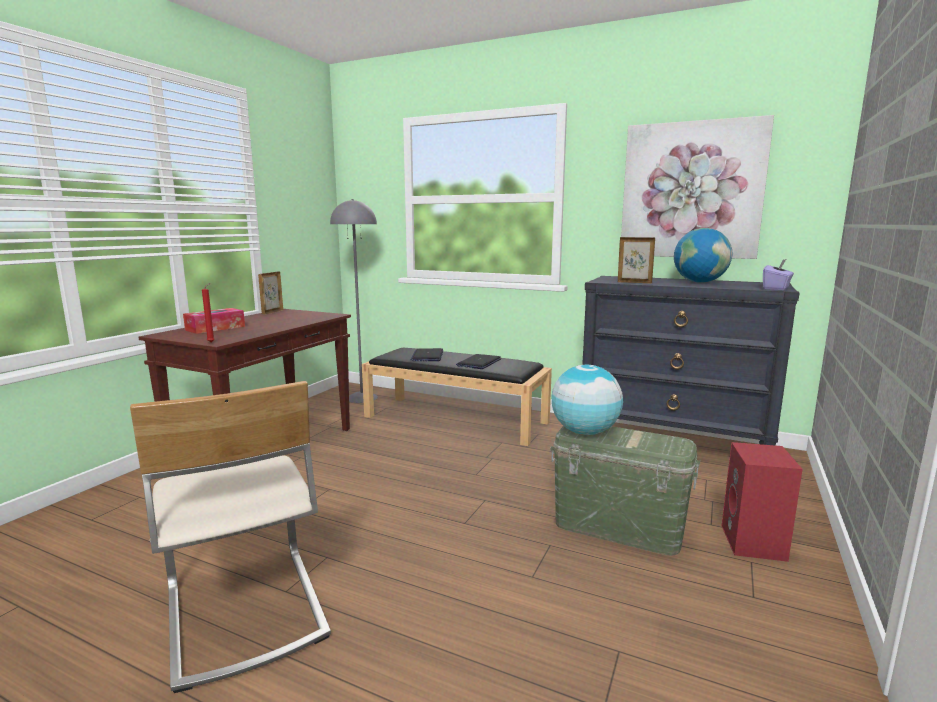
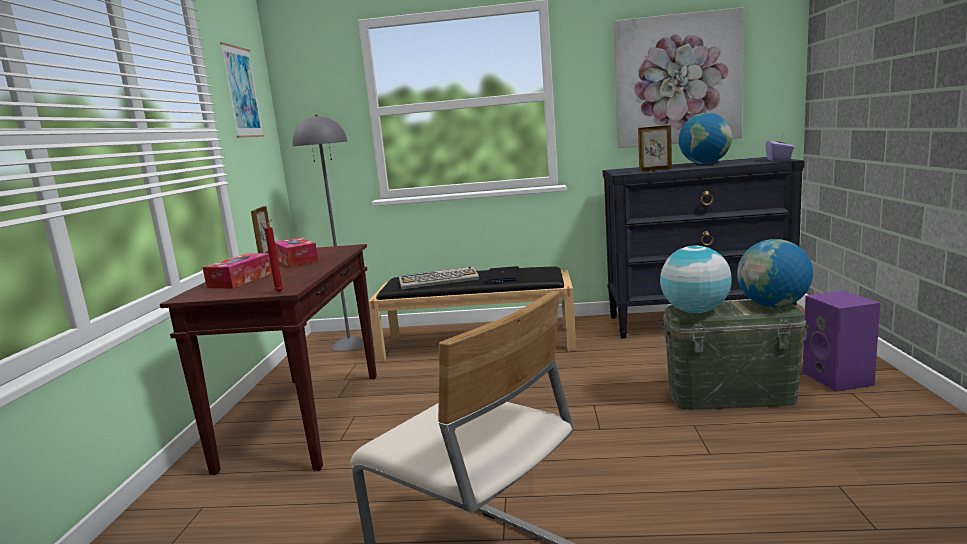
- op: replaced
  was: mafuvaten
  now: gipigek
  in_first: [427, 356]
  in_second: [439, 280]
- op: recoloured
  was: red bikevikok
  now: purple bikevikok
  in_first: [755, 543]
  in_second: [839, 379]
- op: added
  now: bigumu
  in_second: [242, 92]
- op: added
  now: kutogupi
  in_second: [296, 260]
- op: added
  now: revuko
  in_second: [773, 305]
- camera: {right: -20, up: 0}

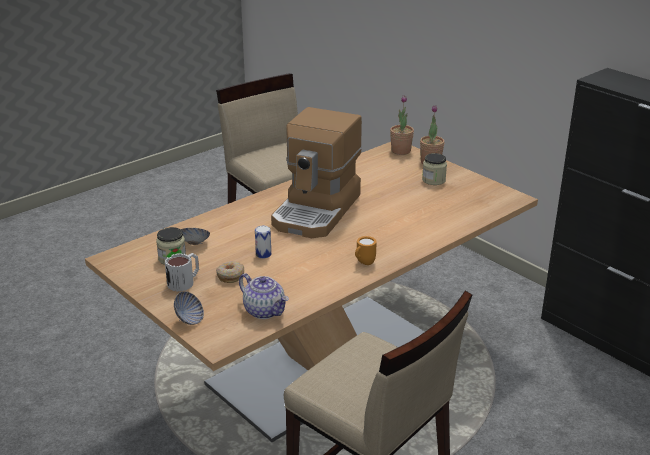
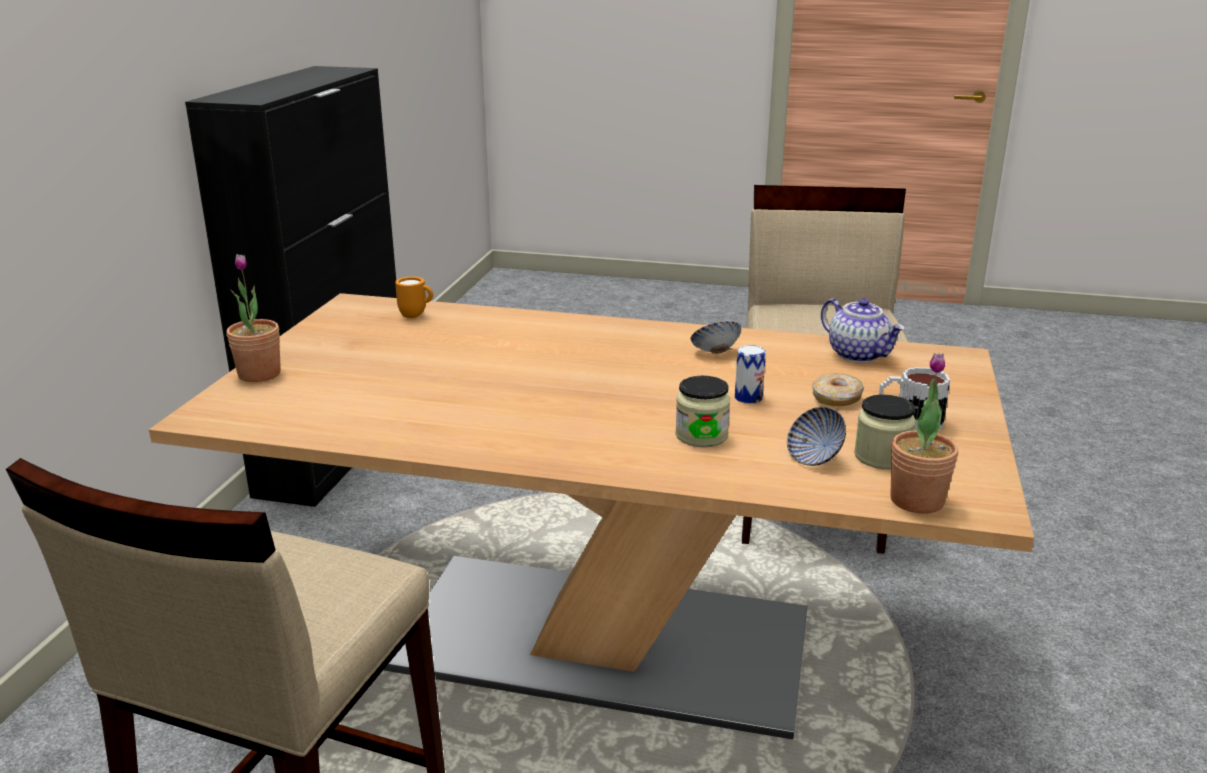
- op: moved
  was: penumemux
  in_first: [189, 319]
  in_second: [715, 353]
- op: turned
  was: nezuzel
  in_first: [265, 311]
  in_second: [859, 354]
  clockwise: 135
- op: removed
  was: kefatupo
  in_first: [317, 211]
- op: moved
  was: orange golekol
  in_first: [364, 263]
  in_second: [416, 315]
- op: moved
  was: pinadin
  in_first: [401, 151]
  in_second: [917, 500]
- op: moved
  was: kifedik
  in_first: [433, 180]
  in_second: [701, 435]
- camera: {right: -125, up: -5}

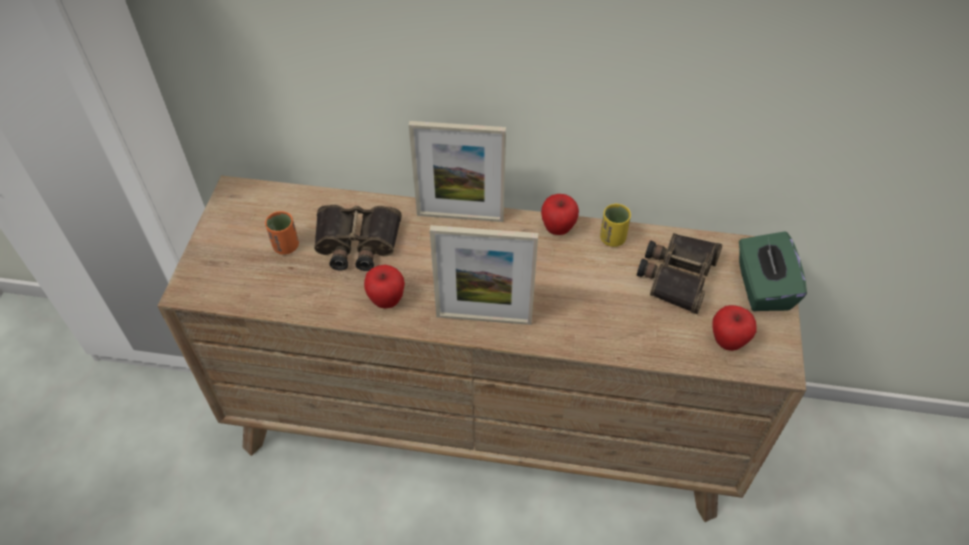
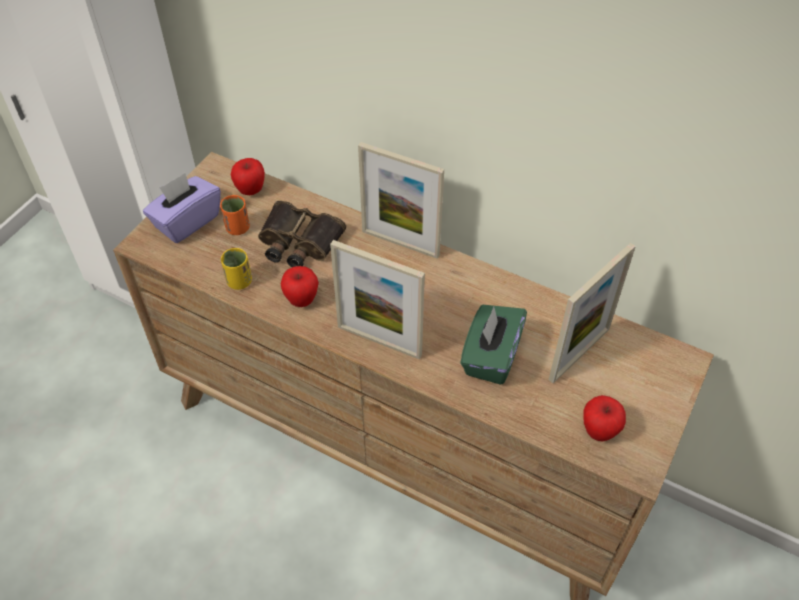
- op: moved
  was: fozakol
  in_first: [558, 228]
  in_second: [250, 190]
- op: moved
  was: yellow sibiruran
  in_first: [612, 238]
  in_second: [239, 281]
- op: replaced
  was: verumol
  now: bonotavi
  in_first: [676, 274]
  in_second: [579, 354]
- op: moved
  was: green kutogupi
  in_first: [762, 287]
  in_second: [490, 356]
- op: added
  now: purple kutogupi
  in_second: [187, 221]
- camera: {right: 20, up: 0}

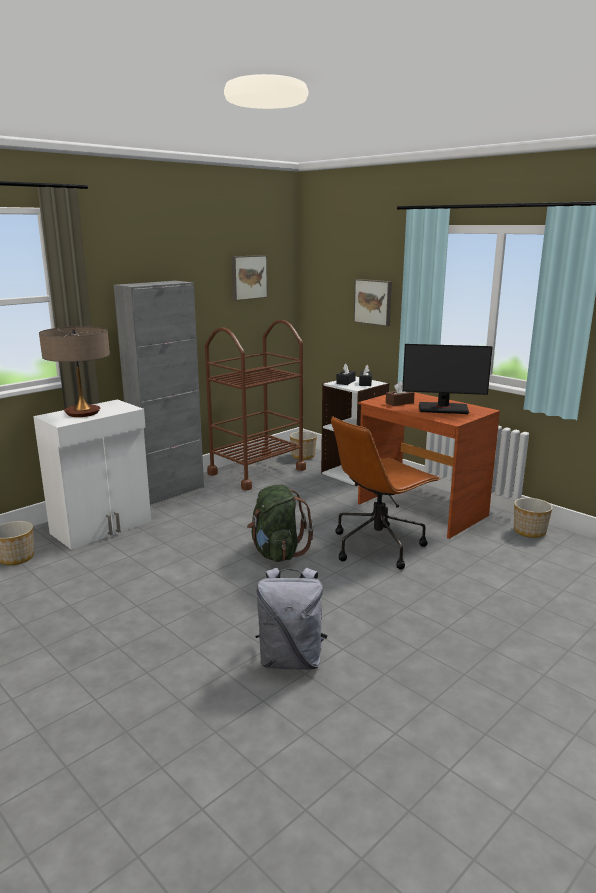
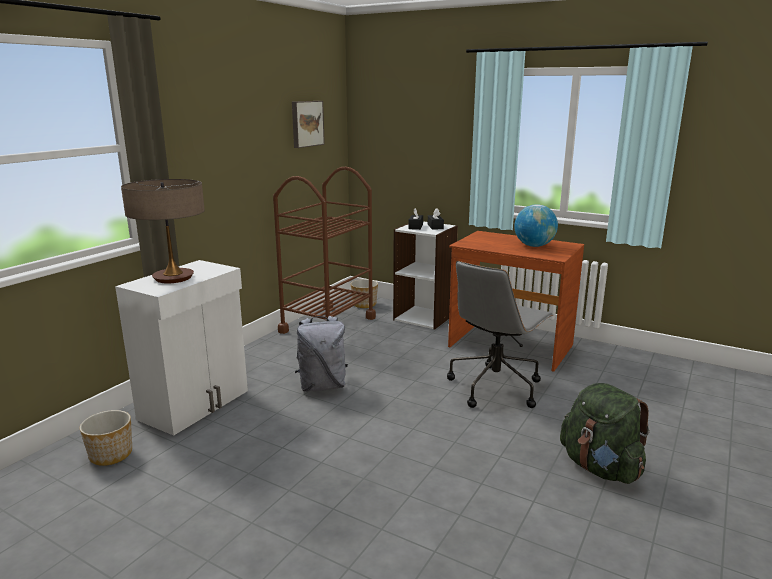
- op: removed
  was: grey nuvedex
  in_first: [169, 492]
- op: moved
  was: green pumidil
  in_first: [277, 553]
  in_second: [600, 467]
- op: moved
  was: grey pumidil
  in_first: [291, 659]
  in_second: [322, 386]
- op: recoloured
  was: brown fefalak
  now: grey fefalak
  in_first: [378, 545]
  in_second: [495, 387]
- op: removed
  was: bigumu
  in_first: [373, 302]
- op: removed
  was: brown kutogupi
  in_first: [399, 403]
- op: replaced
  was: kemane
  now: revuko
  in_first: [443, 408]
  in_second: [534, 246]
- op: removed
  was: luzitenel
  in_first: [530, 531]
- camera: {right: -15, up: 0}

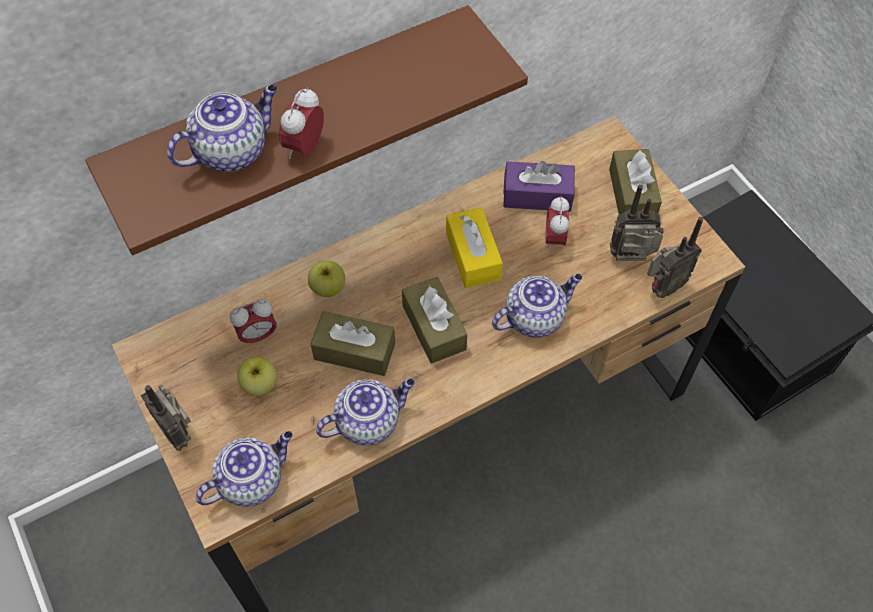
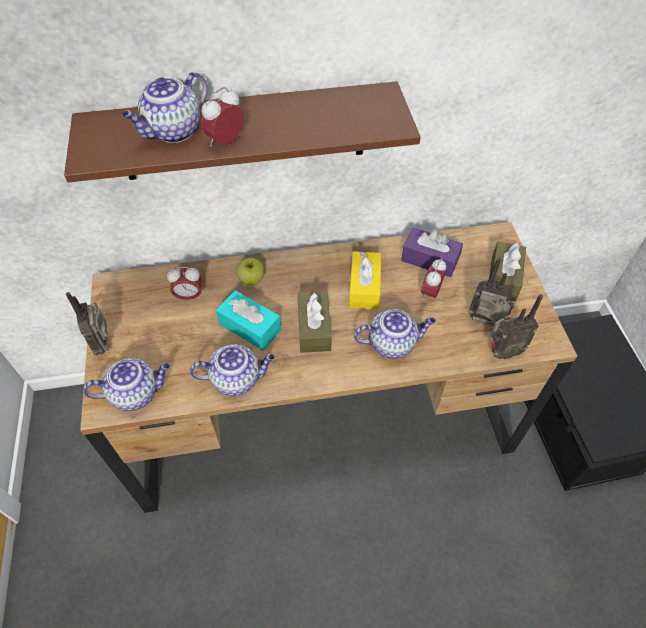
- op: turned
  was: nezuzel
  in_first: [232, 150]
  in_second: [173, 132]
  clockwise: 150
- op: removed
  was: fozakol
  in_first: [260, 385]
- op: recoloured
  was: brown kutogupi
  now: turquoise kutogupi
  in_first: [354, 351]
  in_second: [250, 327]
- camera: {right: 20, up: -5}

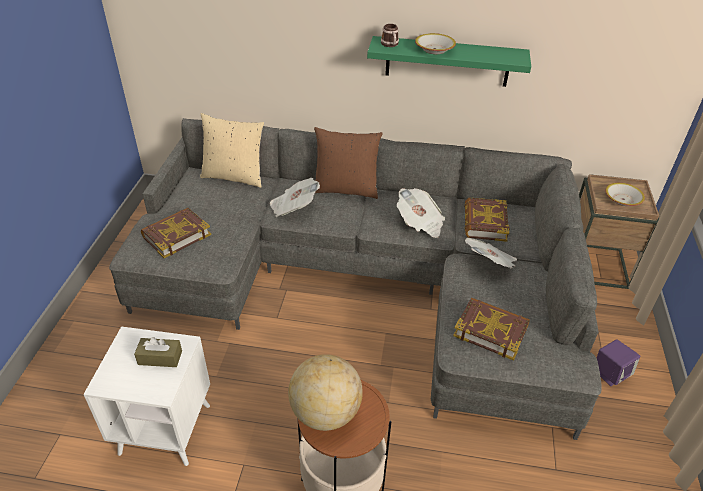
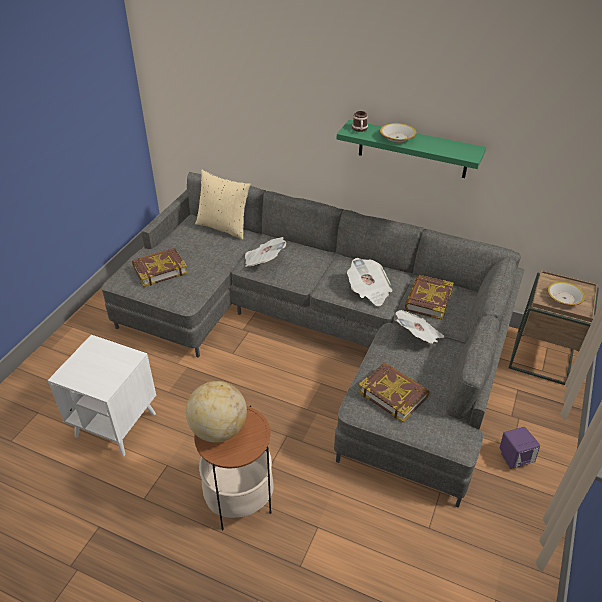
- op: removed
  was: brown kutogupi
  in_first: [160, 358]
- op: removed
  was: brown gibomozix
  in_first: [346, 189]
- camera: {right: 15, up: 0}

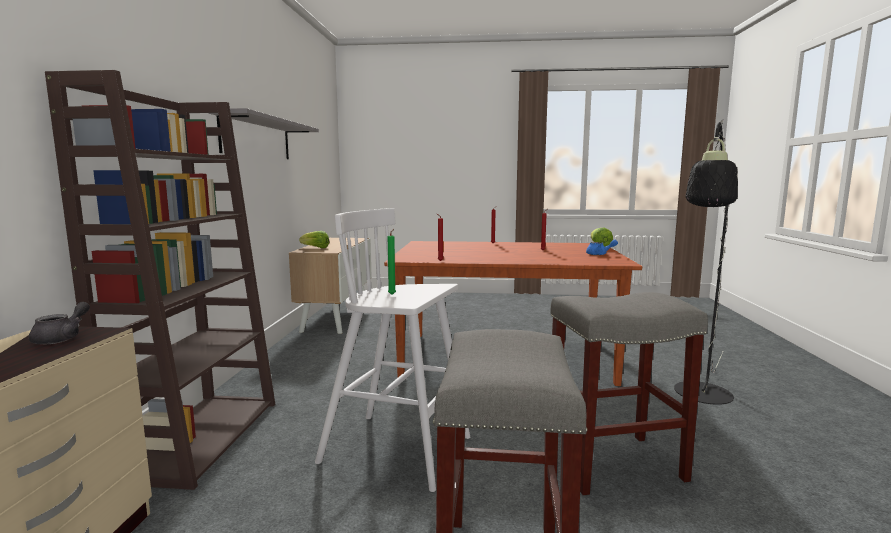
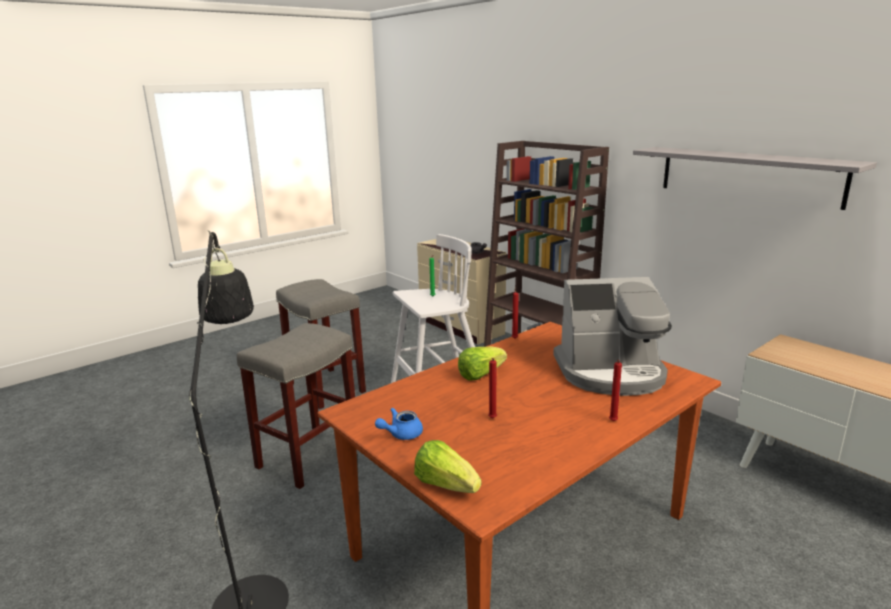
- op: moved
  was: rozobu
  in_first: [316, 248]
  in_second: [480, 375]
- op: added
  now: kefatupo
  in_second: [611, 373]
- camera: {right: 135, up: 10}

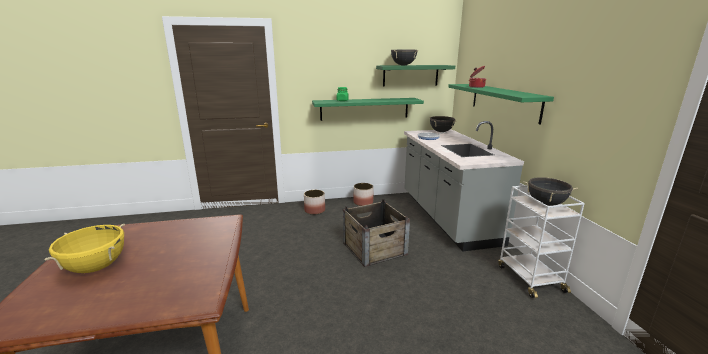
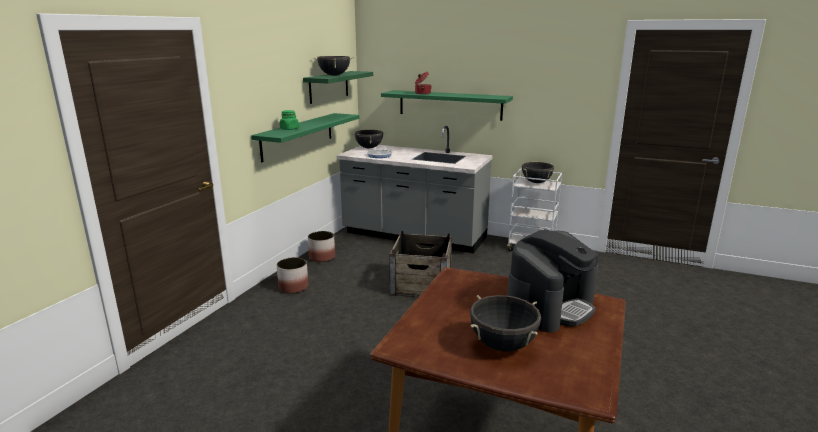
- op: recoloured
  was: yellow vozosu
  now: black vozosu
  in_first: [96, 267]
  in_second: [502, 345]
- op: added
  now: kefatupo
  in_second: [550, 306]
- camera: {right: -55, up: 0}

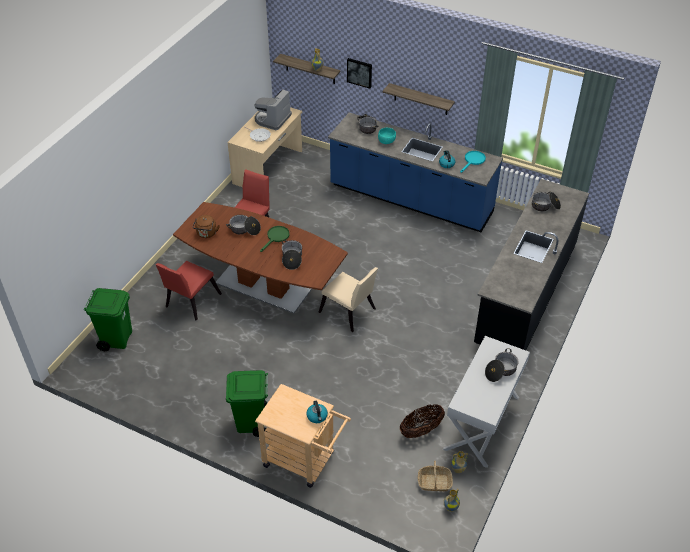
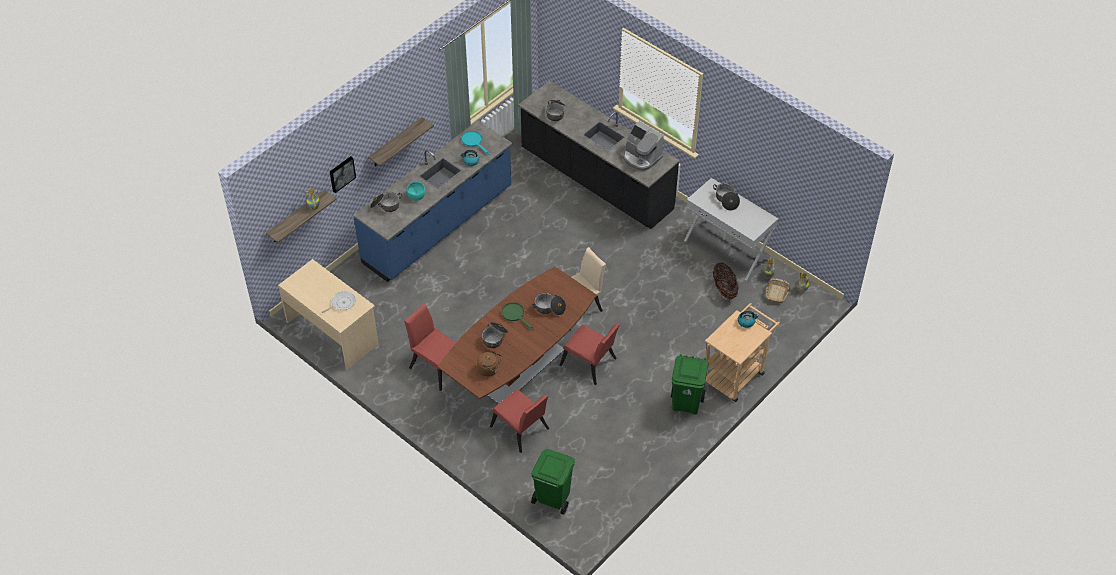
- op: moved
  was: kefatupo
  in_first: [272, 119]
  in_second: [641, 157]
- op: added
  now: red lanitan
  in_second: [590, 364]
- camera: {right: -75, up: 5}

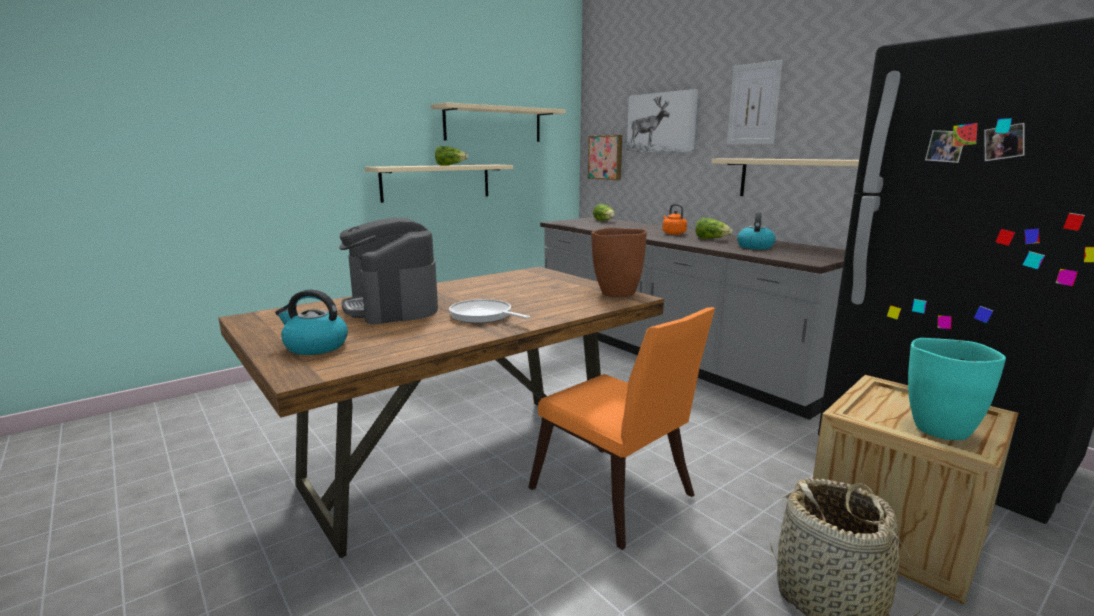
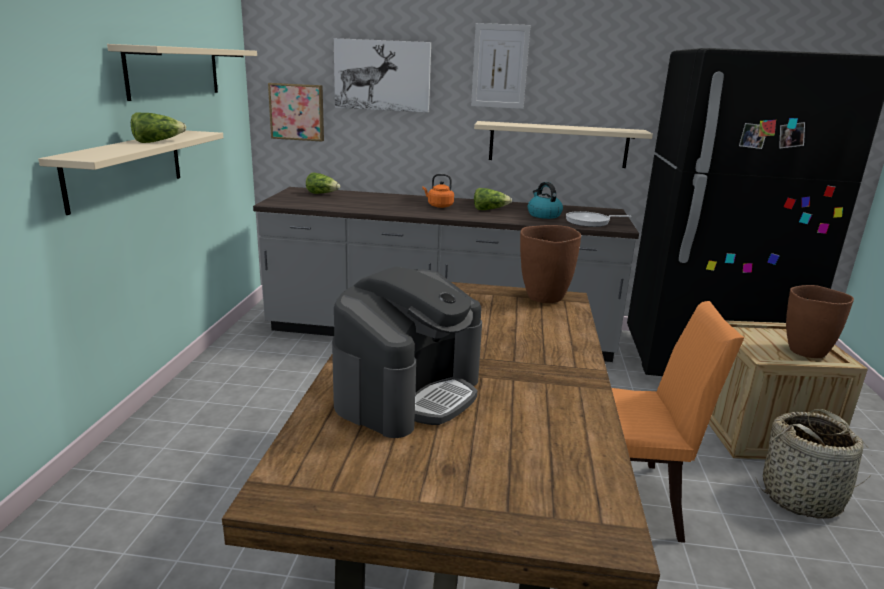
- op: removed
  was: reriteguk
  in_first: [315, 346]
- op: turned
  was: kefatupo
  in_first: [392, 307]
  in_second: [408, 392]
  clockwise: -75
- op: moved
  was: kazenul
  in_first: [483, 316]
  in_second: [590, 222]
- op: recoloured
  was: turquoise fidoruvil
  now: brown fidoruvil
  in_first: [939, 429]
  in_second: [805, 351]
- camera: {right: -45, up: 5}

